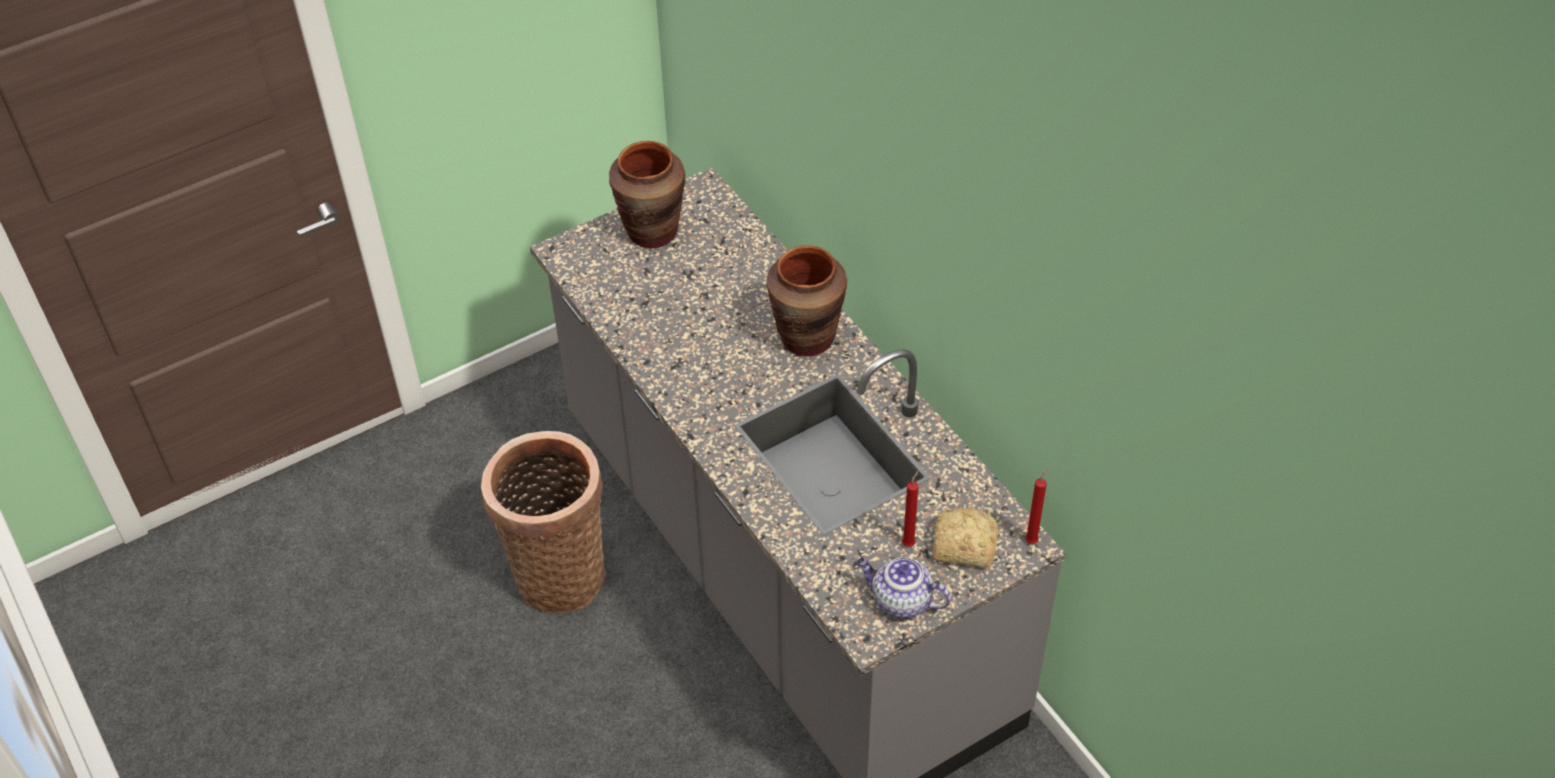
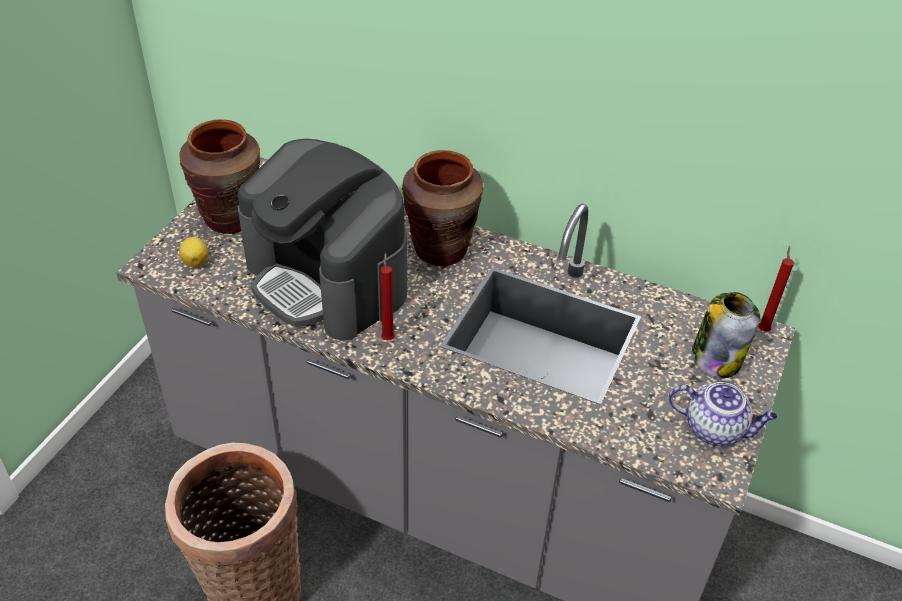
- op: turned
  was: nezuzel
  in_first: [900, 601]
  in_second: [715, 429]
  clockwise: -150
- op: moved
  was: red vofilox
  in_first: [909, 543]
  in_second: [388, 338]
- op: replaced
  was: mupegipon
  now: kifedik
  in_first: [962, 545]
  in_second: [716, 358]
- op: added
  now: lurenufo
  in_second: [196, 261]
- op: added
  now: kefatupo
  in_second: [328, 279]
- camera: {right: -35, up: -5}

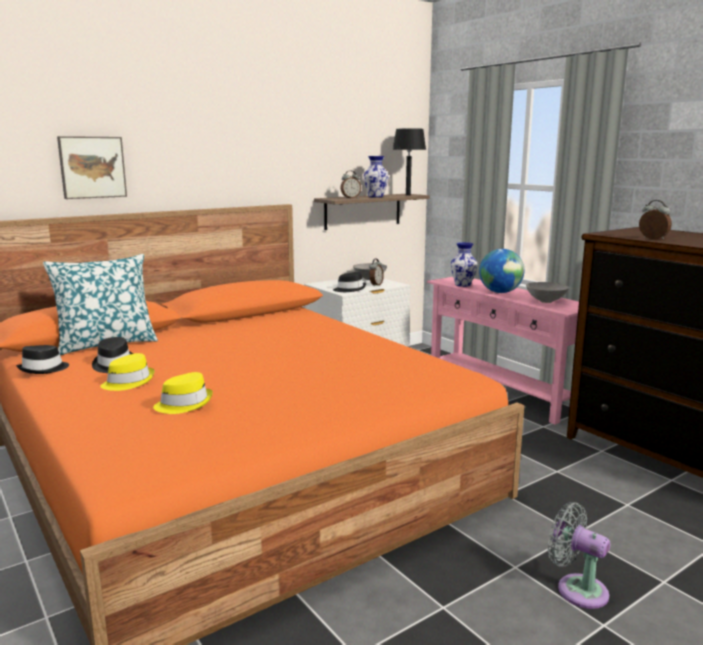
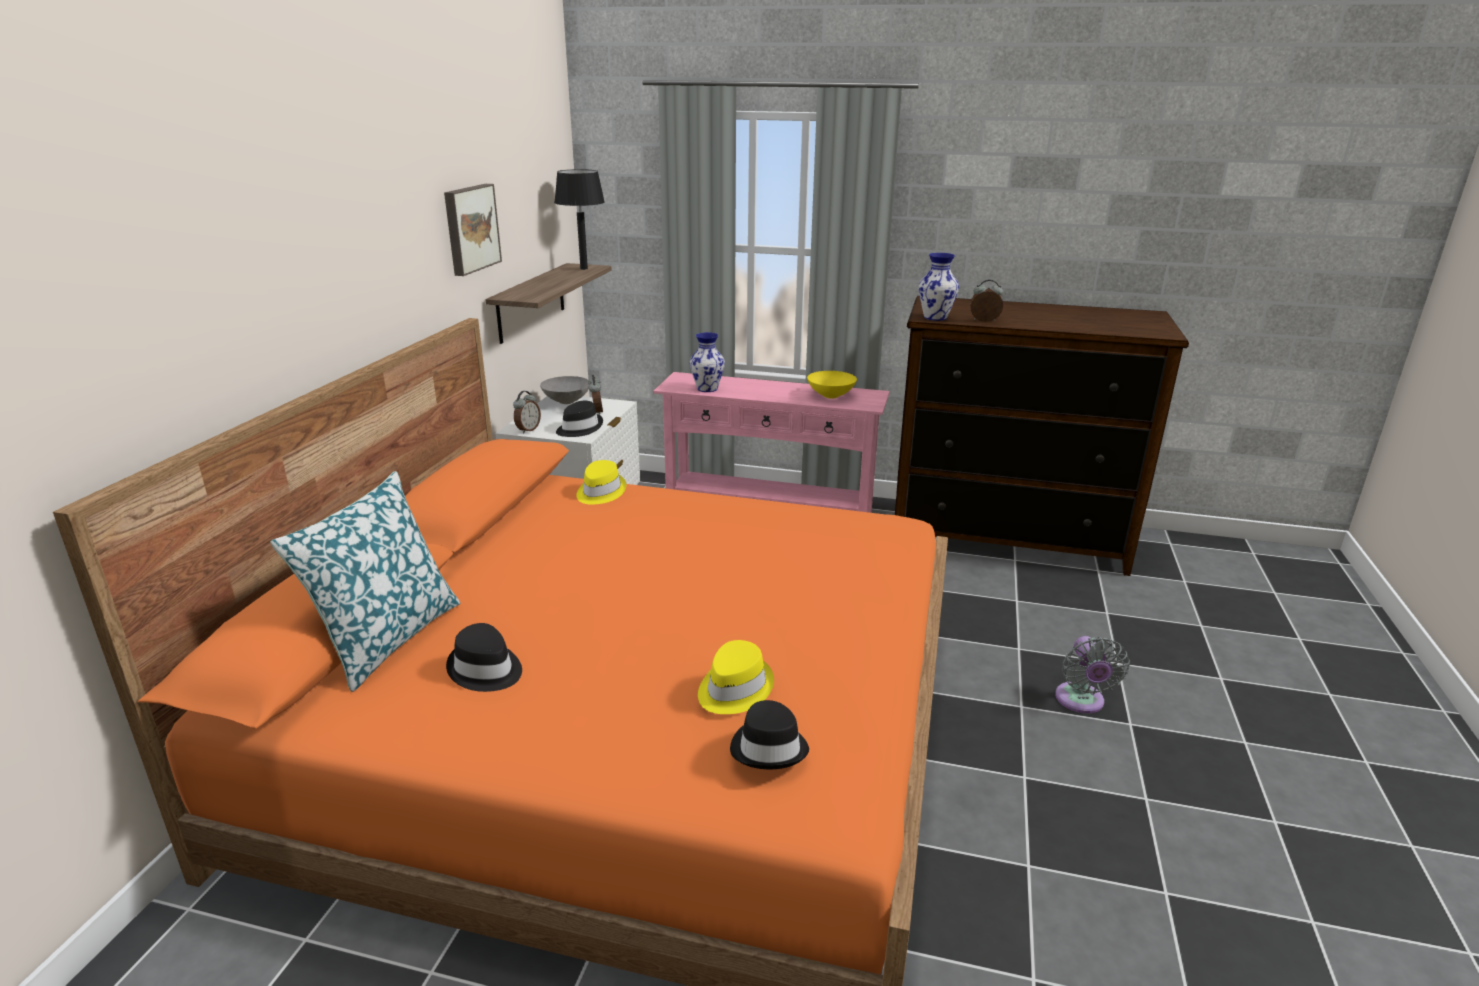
- op: moved
  was: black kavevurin
  in_first: [44, 369]
  in_second: [769, 747]
- op: moved
  was: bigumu
  in_first: [92, 167]
  in_second: [470, 228]
- op: moved
  was: yellow kavevurin
  in_first: [128, 382]
  in_second: [600, 492]
- op: moved
  was: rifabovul
  in_first: [350, 198]
  in_second: [527, 430]
- op: moved
  was: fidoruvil
  in_first: [376, 196]
  in_second: [935, 317]
- op: removed
  was: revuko
  in_first: [500, 292]
- op: recoloured
  was: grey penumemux
  now: yellow penumemux
  in_first: [545, 301]
  in_second: [830, 396]
- op: turned
  was: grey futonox
  in_first: [577, 589]
  in_second: [1081, 702]
  clockwise: -90
- camera: {right: -40, up: 10}

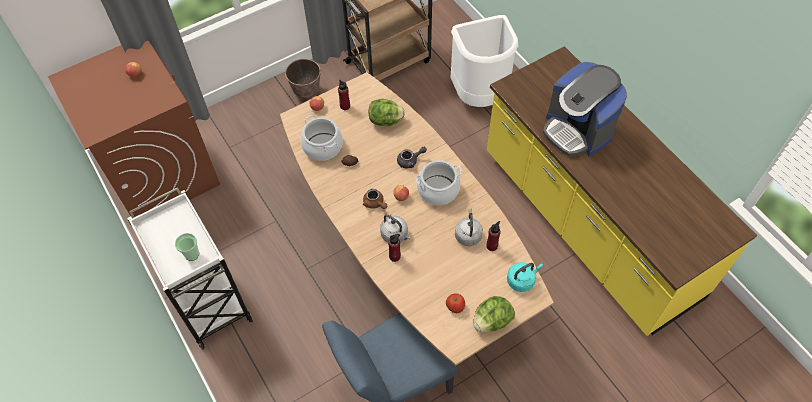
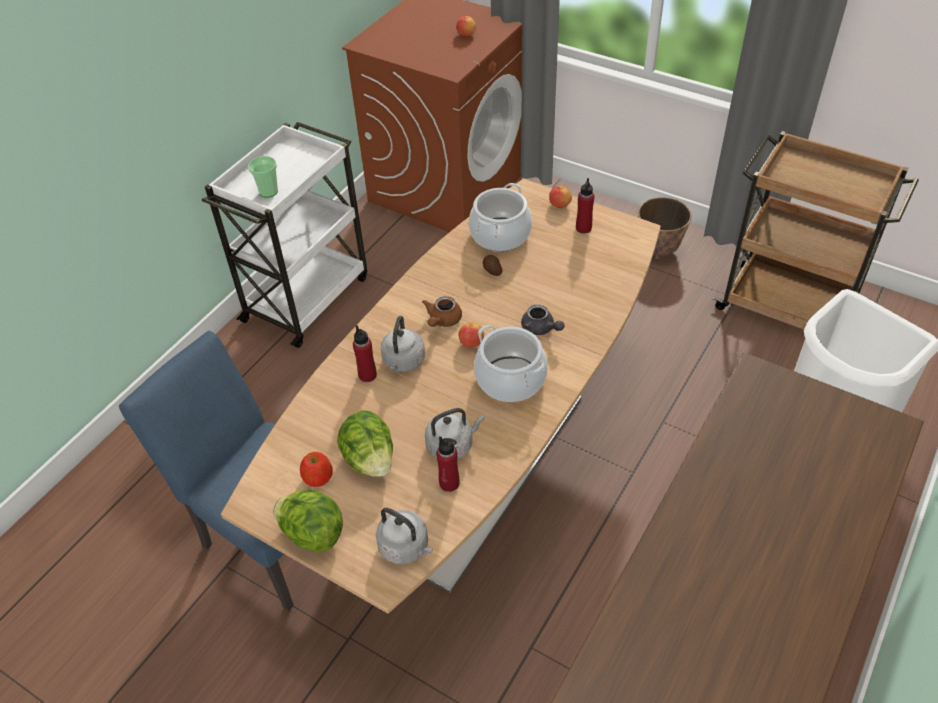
- op: moved
  was: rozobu
  in_first: [386, 121]
  in_second: [370, 459]
- op: recoloured
  was: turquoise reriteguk
  now: grey reriteguk
  in_first: [522, 280]
  in_second: [406, 547]
- op: removed
  was: kefatupo
  in_first: [577, 130]
- camera: {right: 65, up: -10}

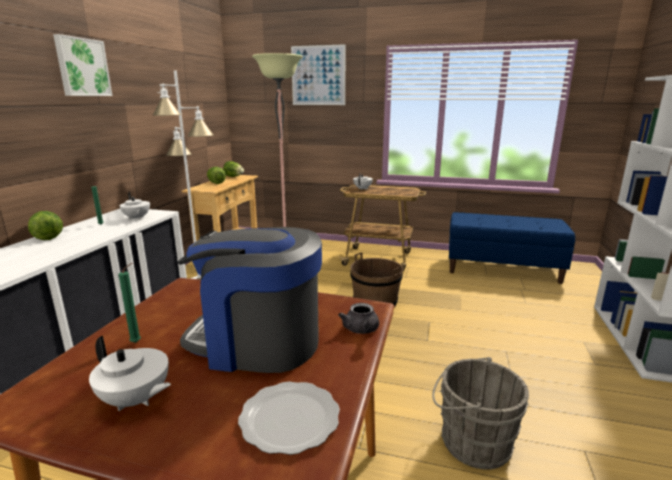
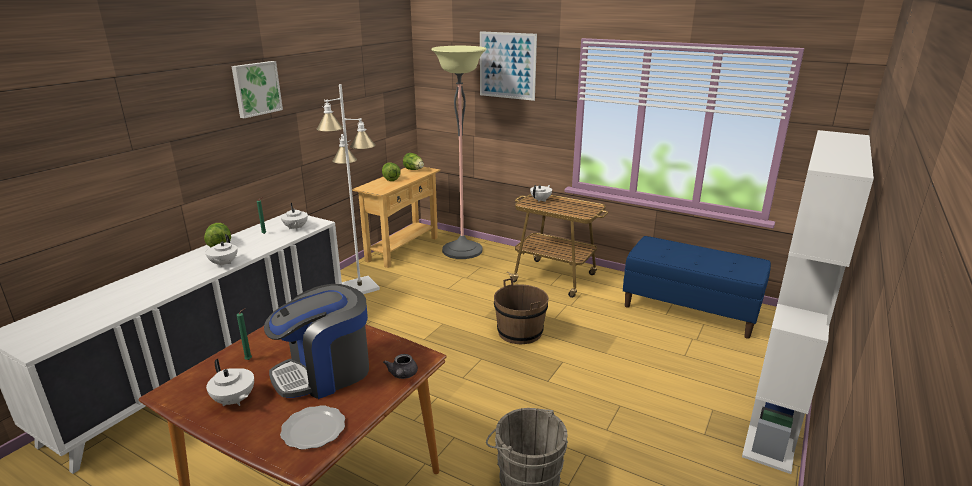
- op: turned
  was: kefatupo
  in_first: [257, 342]
  in_second: [325, 372]
  clockwise: -60
- op: added
  now: white nezuzel
  in_second: [223, 264]
- camera: {right: 15, up: 5}

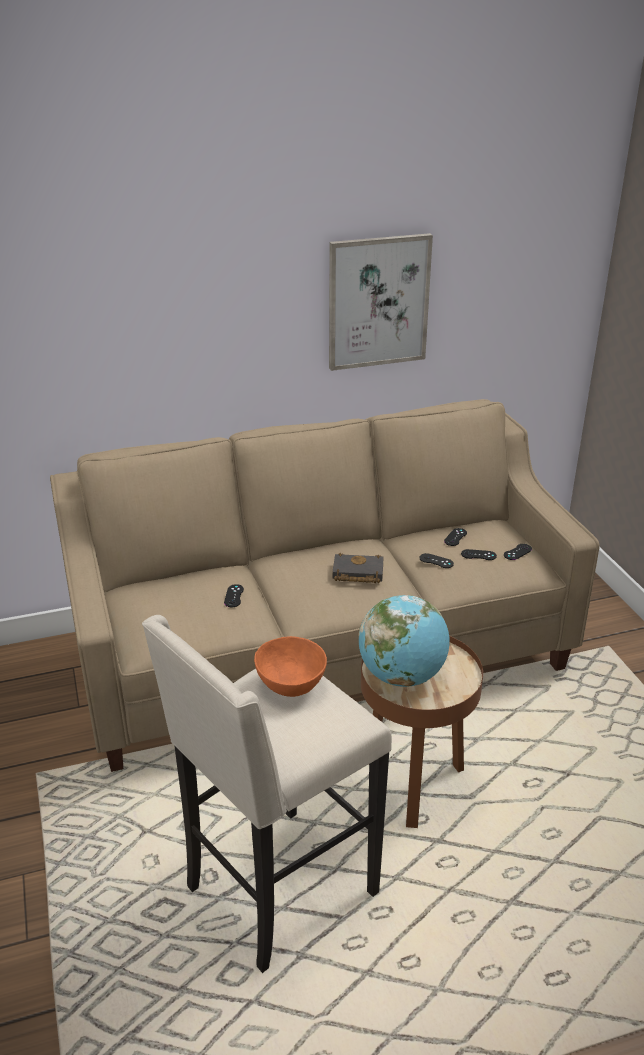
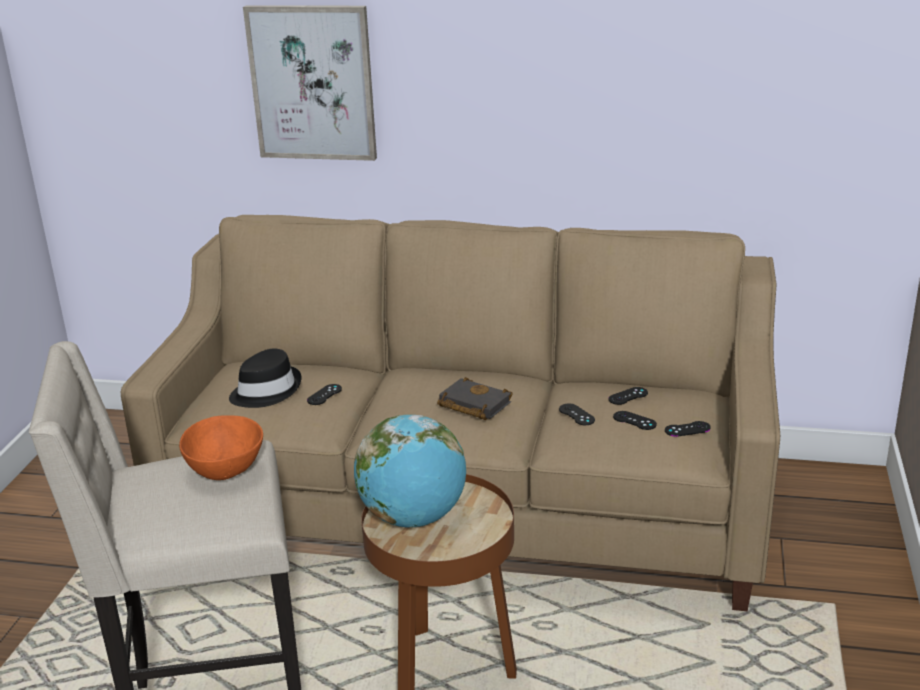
- op: moved
  was: bigumu
  in_first: [378, 302]
  in_second: [312, 83]
- op: added
  now: black kavevurin
  in_second: [266, 391]
- camera: {right: 30, up: -5}

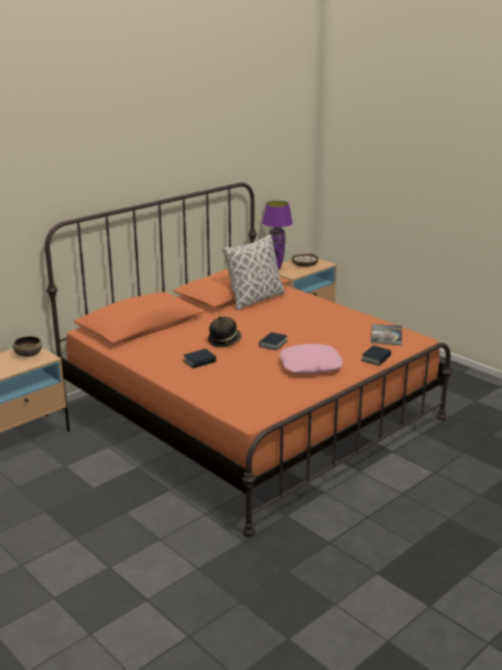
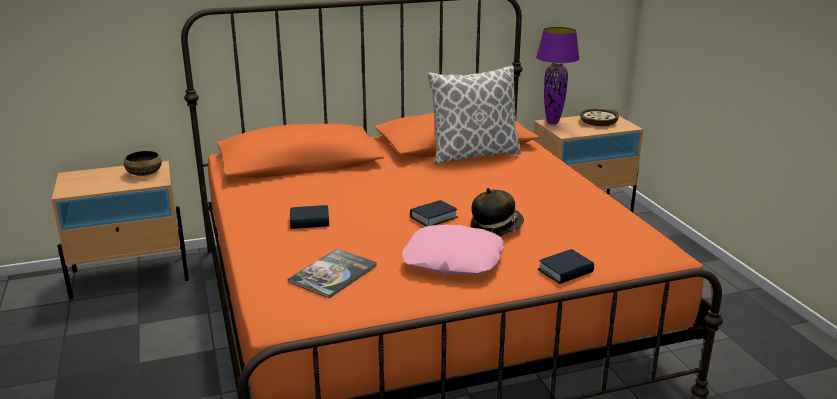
- op: moved
  was: kavevurin
  in_first: [224, 341]
  in_second: [496, 228]
- op: moved
  was: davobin
  in_first: [386, 335]
  in_second: [333, 274]
- camera: {right: 25, up: 0}

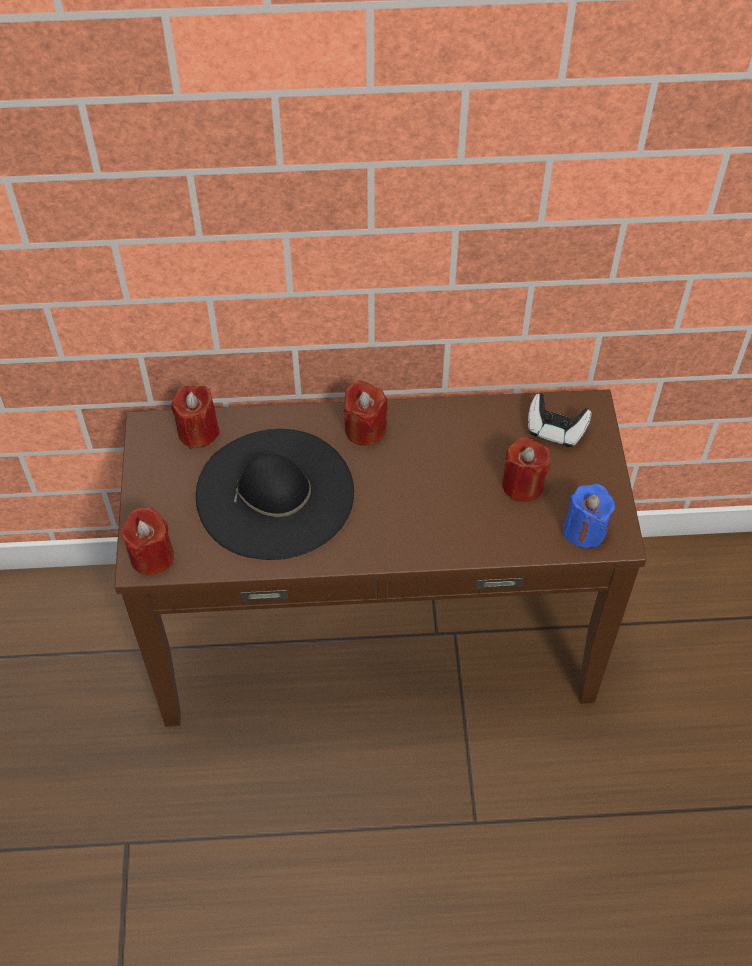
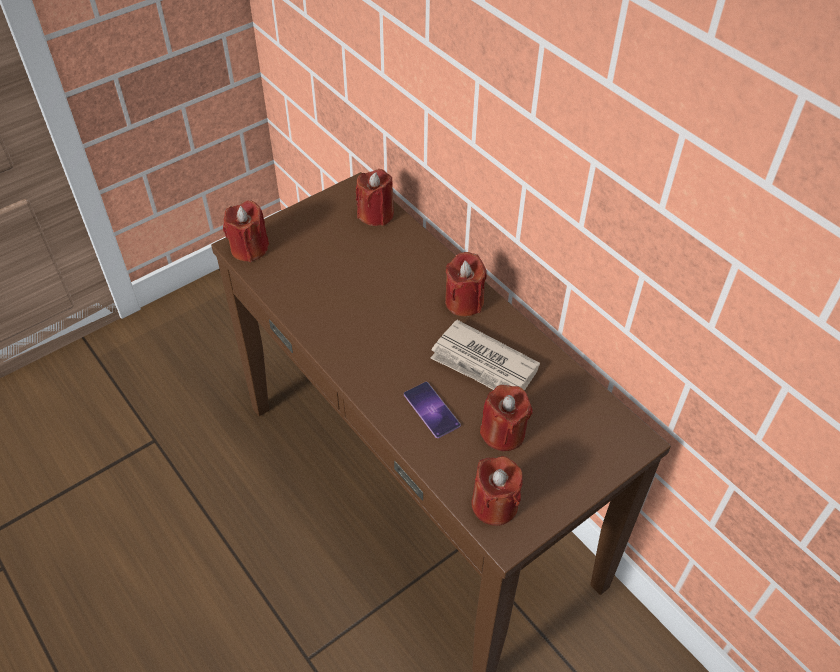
- op: removed
  was: black kavevurin
  in_first: [275, 493]
- op: removed
  was: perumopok
  in_first: [555, 430]
- op: recoloured
  was: blue vofilox
  now: red vofilox
  in_first: [585, 530]
  in_second: [494, 505]
- op: added
  now: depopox
  in_second: [431, 410]
- op: added
  now: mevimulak
  in_second: [484, 364]
- camera: {right: 55, up: -5}

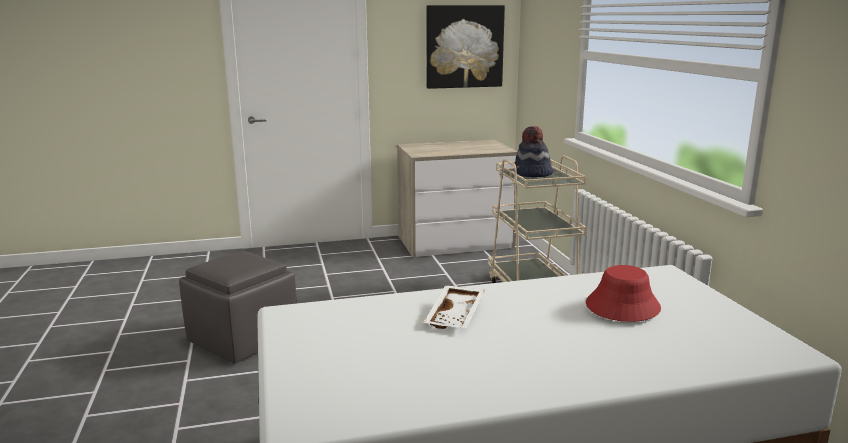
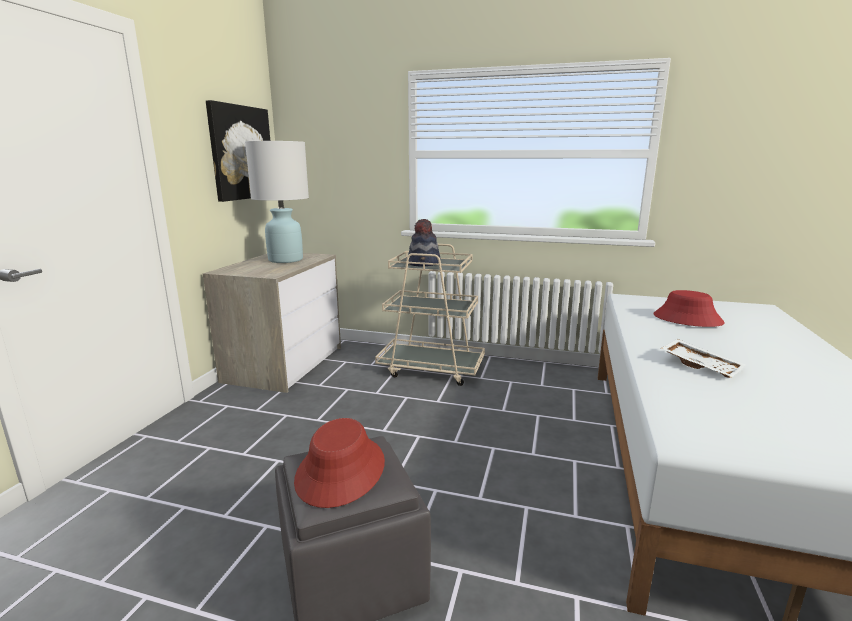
- op: added
  now: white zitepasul
  in_second: [285, 260]
- op: added
  now: red kavevurin
  in_second: [341, 471]
- camera: {right: -60, up: 0}

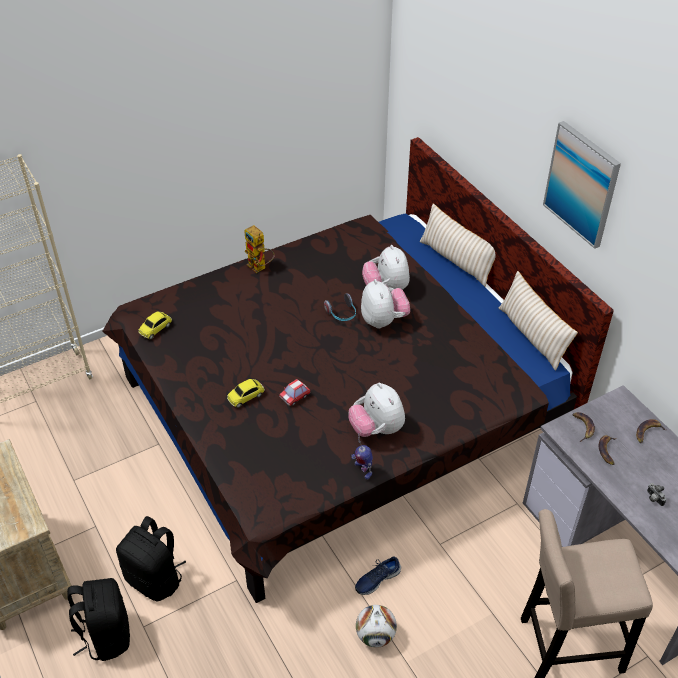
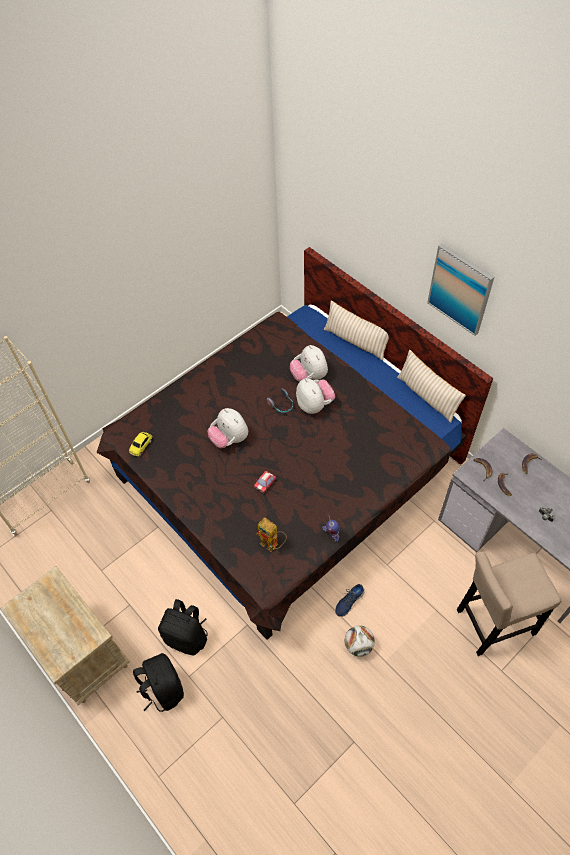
- op: removed
  was: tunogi
  in_first: [246, 396]
- op: moved
  was: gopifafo
  in_first: [260, 267]
  in_second: [272, 545]
- op: moved
  was: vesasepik
  in_first: [376, 429]
  in_second: [229, 439]
- camera: {right: -10, up: 10}

